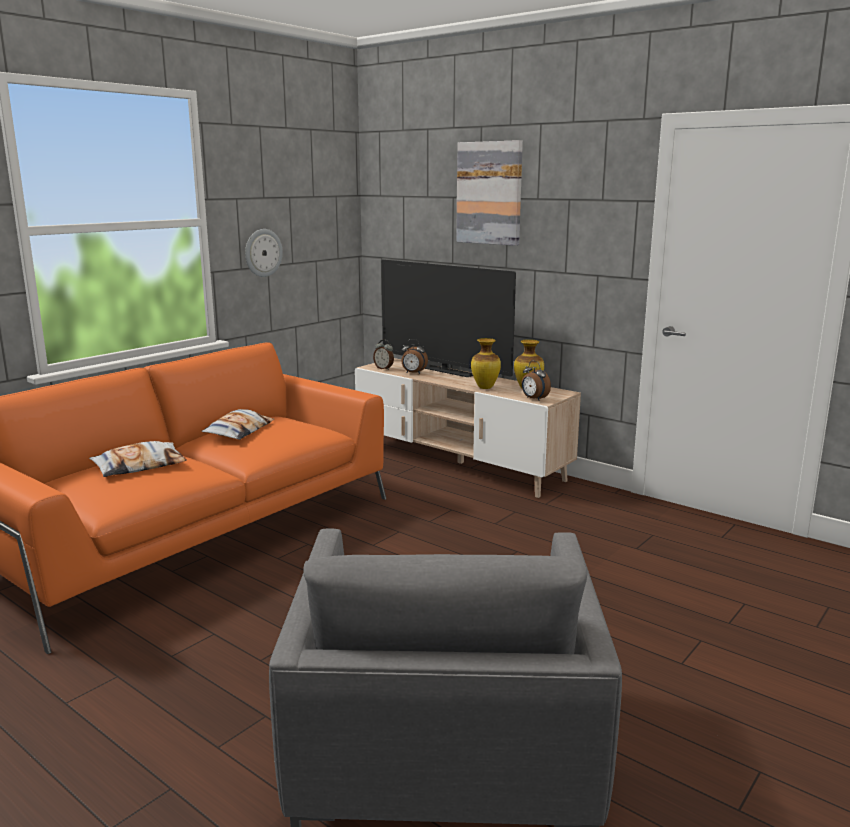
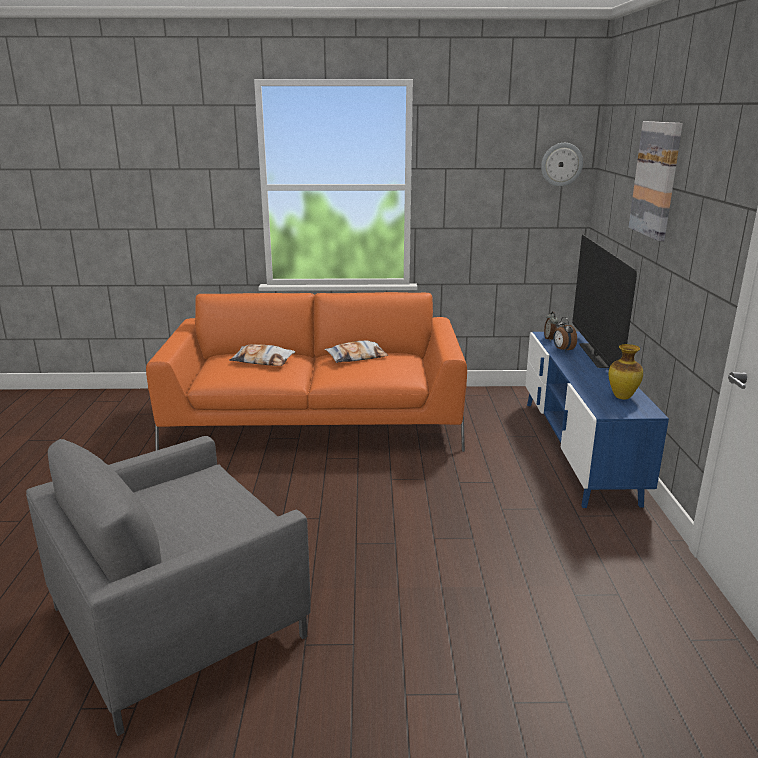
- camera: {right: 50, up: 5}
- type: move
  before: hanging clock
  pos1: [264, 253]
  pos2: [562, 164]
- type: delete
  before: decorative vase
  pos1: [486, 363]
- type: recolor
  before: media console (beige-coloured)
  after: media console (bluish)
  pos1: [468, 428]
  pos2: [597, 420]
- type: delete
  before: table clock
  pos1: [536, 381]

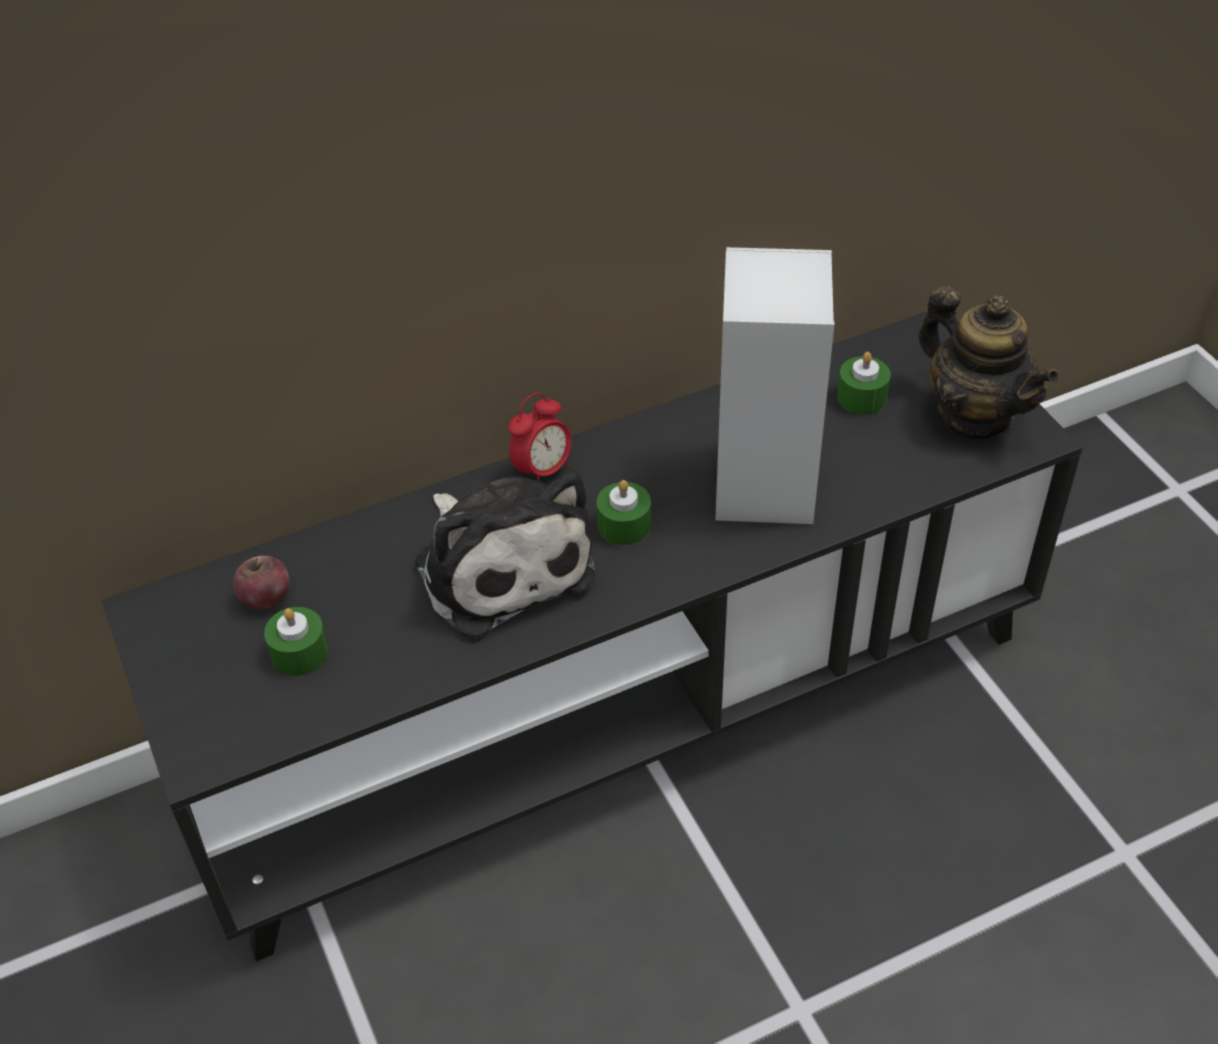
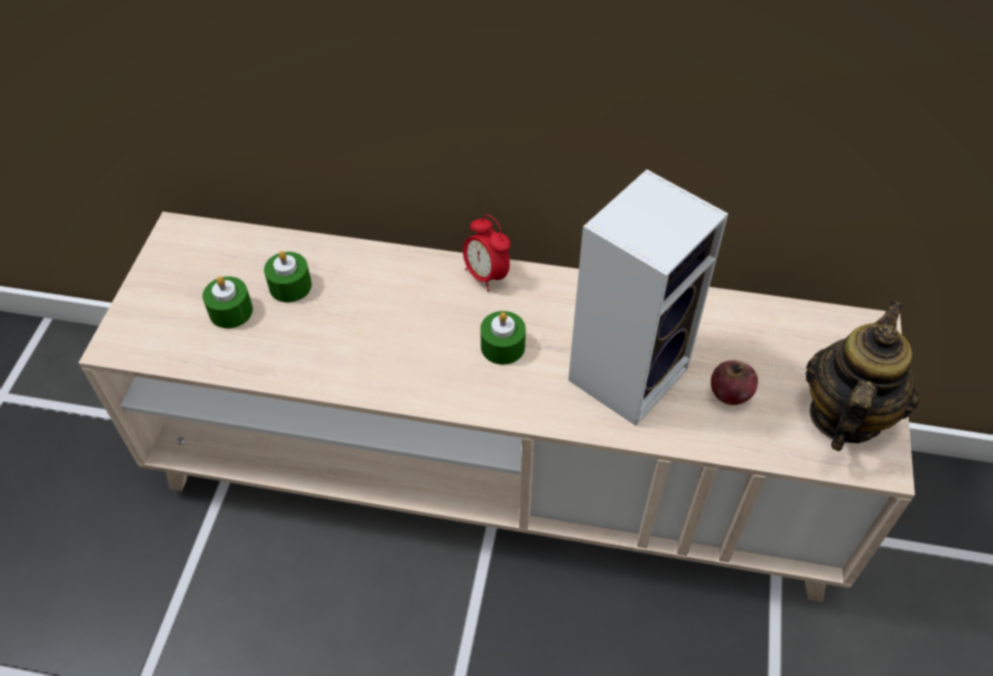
- camera: {right: 35, up: 5}
- type: rotate
  before: teapot
  pos1: [989, 362]
  pos2: [862, 375]
  turn: -150
- type: recolor
  before: media console (blackish)
  after: media console (beige-coloured)
  pos1: [592, 636]
  pos2: [497, 407]
- type: move
  before: wax light (green)
  pos1: [864, 383]
  pos2: [288, 276]
- type: rotate
  before: table clock
  pos1: [539, 437]
  pos2: [487, 253]
  turn: 60
- type: delete
  before: soft toy
  pos1: [505, 555]
- type: move
  before: apple
  pos1: [261, 583]
  pos2: [734, 382]

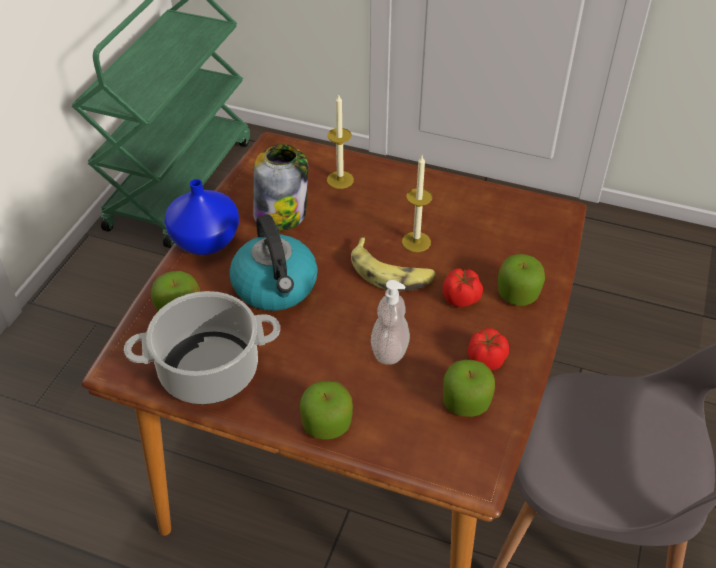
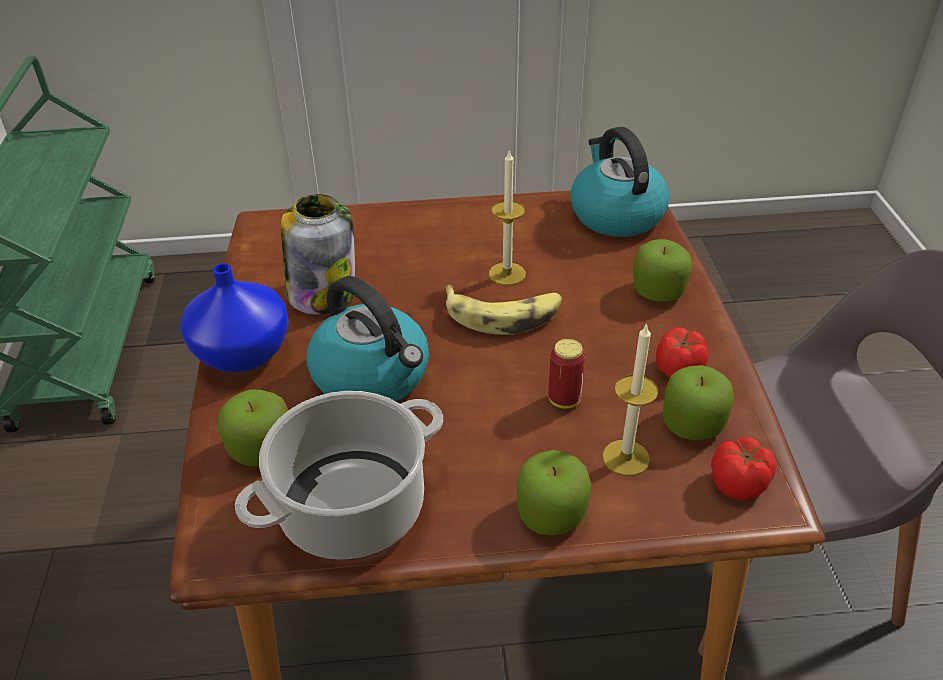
- camera: {right: -25, up: -5}
- type: move
  before: wax light
  pos1: [340, 142]
  pos2: [630, 399]
- type: move
  before: fresh tomato
  pos1: [463, 287]
  pos2: [743, 468]
- type: replace
  before: liquid soap bottle
  after: metal can
  pos1: [390, 322]
  pos2: [566, 374]
- type: insert
  after: tea kettle
  pos2: [620, 182]

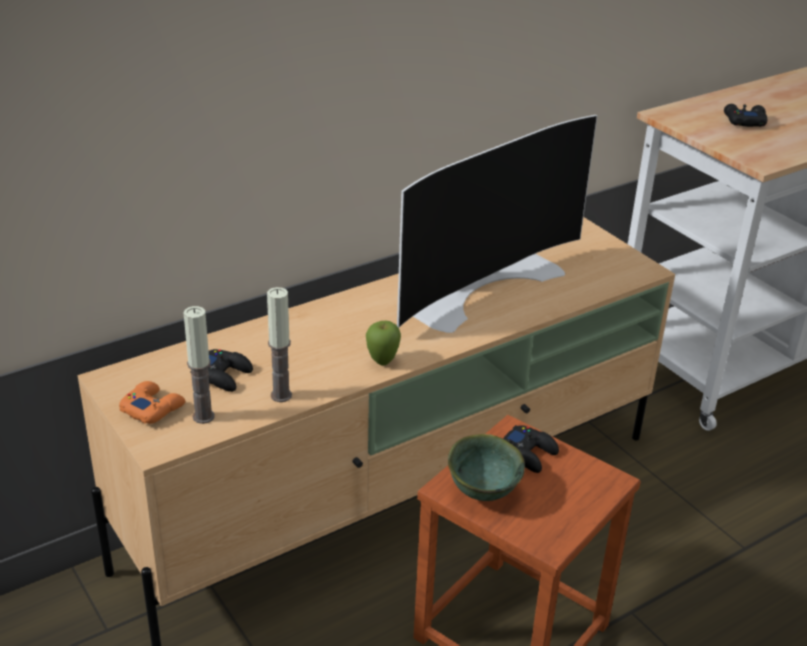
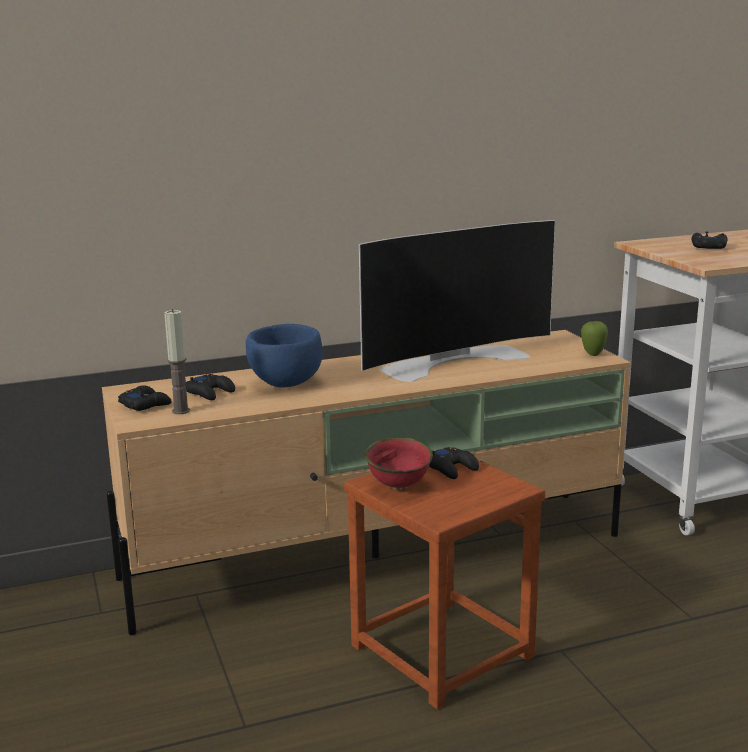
- camera: {right: 15, up: -15}
- type: delete
  before: wax light
  pos1: [279, 344]
- type: move
  before: apple
  pos1: [383, 343]
  pos2: [594, 338]
- type: recolor
  before: gamepad (orange)
  after: gamepad (blackish)
  pos1: [152, 402]
  pos2: [145, 398]
- type: recolor
  before: serving bowl (green)
  after: serving bowl (red)
  pos1: [486, 467]
  pos2: [399, 464]
- type: insert
  after: serving bowl (bluish)
  pos2: [284, 356]

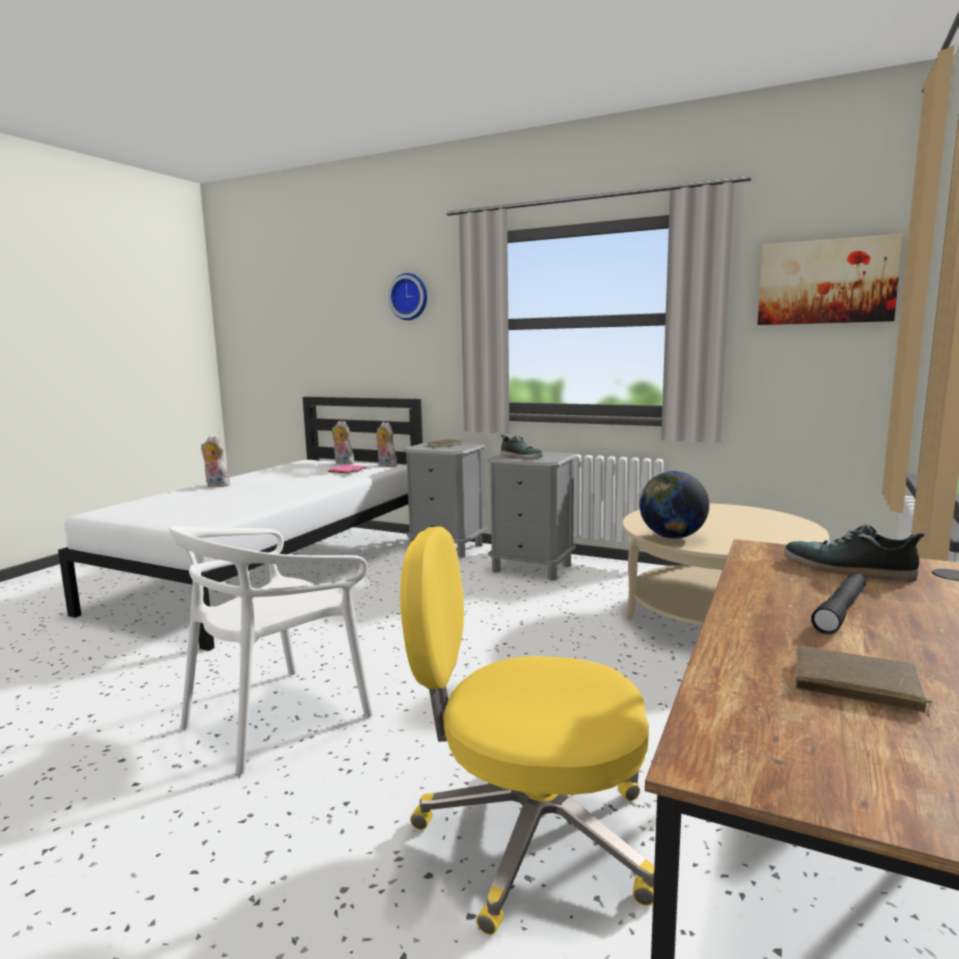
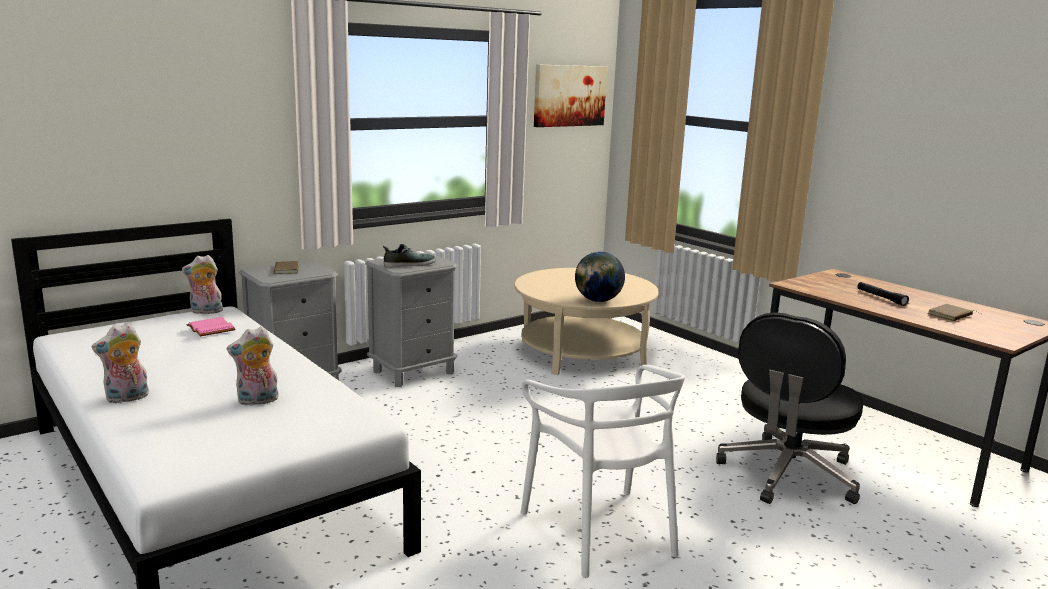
- camera: {right: -65, up: 5}
- type: delete
  before: hanging clock
  pos1: [407, 296]
- type: move
  before: soft toy
  pos1: [343, 443]
  pos2: [253, 366]
- type: delete
  before: item of footwear
  pos1: [854, 552]
- type: recolor
  before: office chair (yellowish)
  after: office chair (blackish)
  pos1: [527, 730]
  pos2: [789, 408]

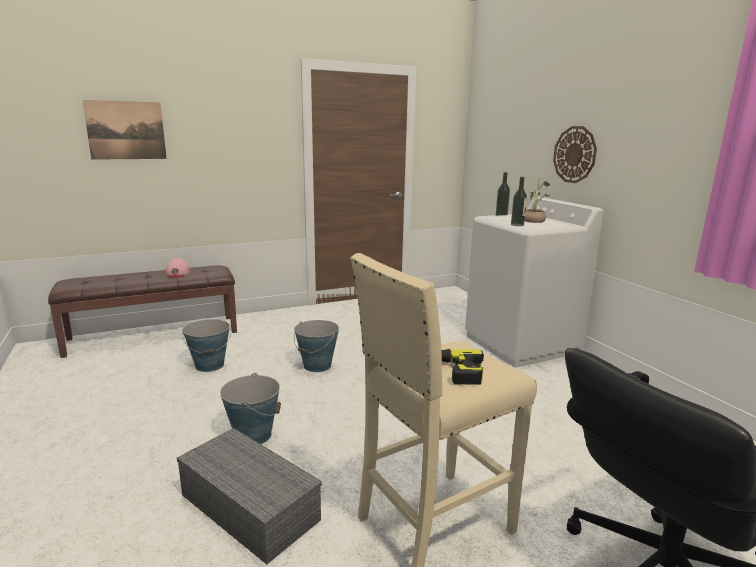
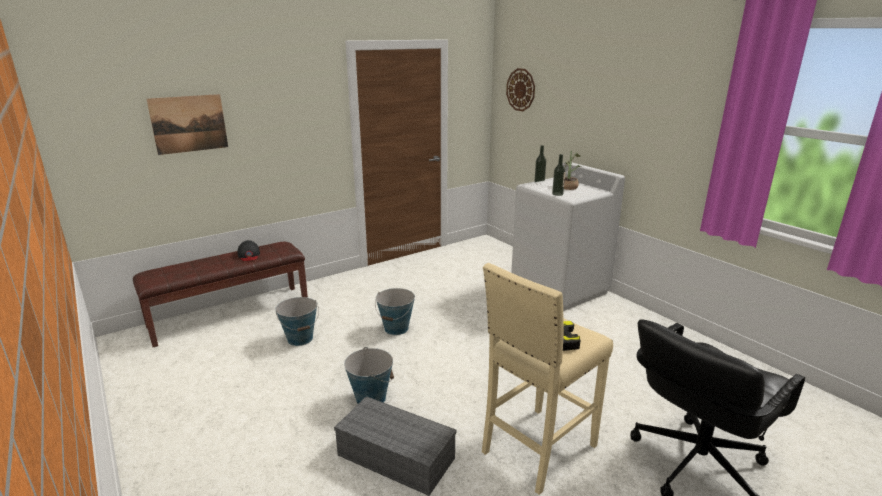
- camera: {right: -10, up: 5}
- type: move
  before: hanging clock
  pos1: [575, 154]
  pos2: [520, 89]
- type: recolor
  before: baseball cap (pink-coloured)
  after: baseball cap (blackish)
  pos1: [177, 268]
  pos2: [249, 250]

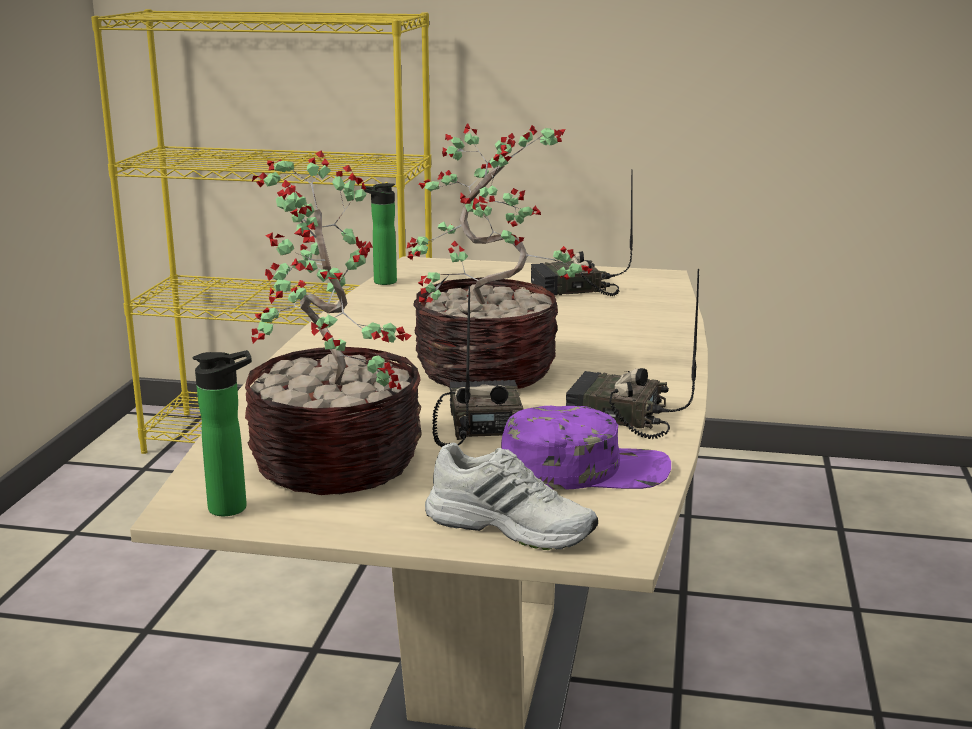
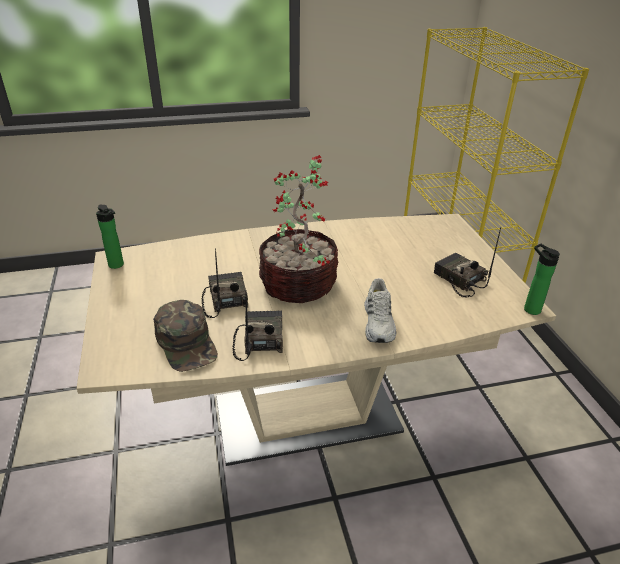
- camera: {right: 65, up: 15}
- type: delete
  before: houseplant
  pos1: [333, 323]
- type: move
  before: drink bottle
  pos1: [379, 234]
  pos2: [542, 279]
- type: rotate
  before: radio set
  pos1: [478, 366]
  pos2: [225, 283]
  turn: -75
- type: recolor
  before: baseball cap (purplish)
  after: baseball cap (green)
  pos1: [586, 448]
  pos2: [185, 336]
- type: move
  before: item of footwear (white-coloured)
  pos1: [511, 496]
  pos2: [380, 310]

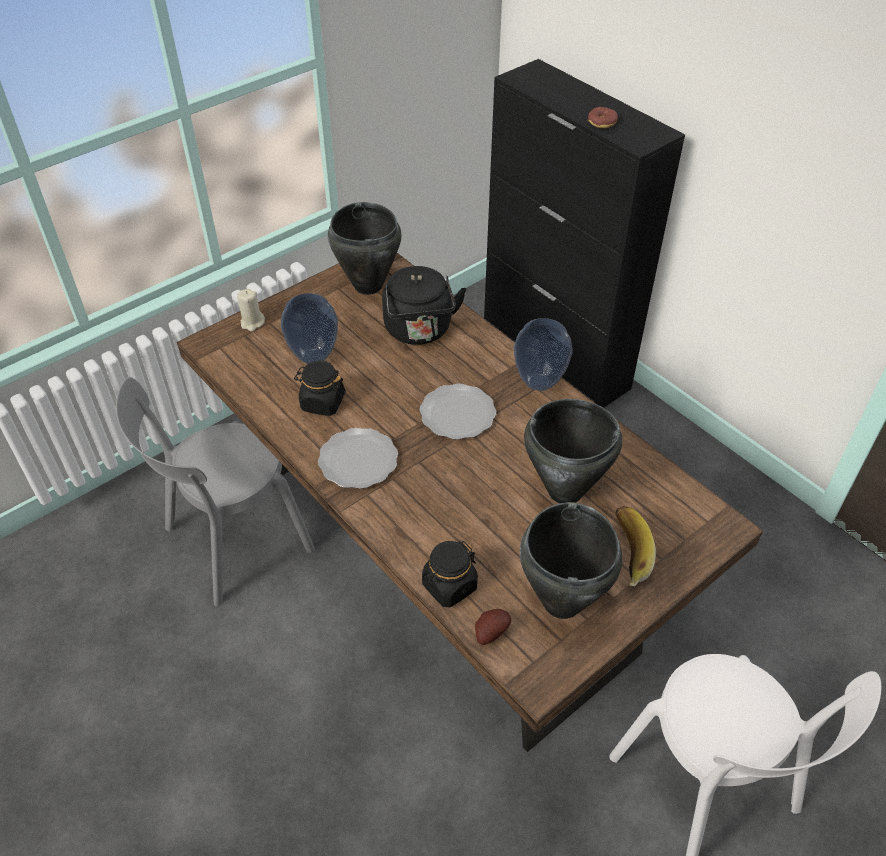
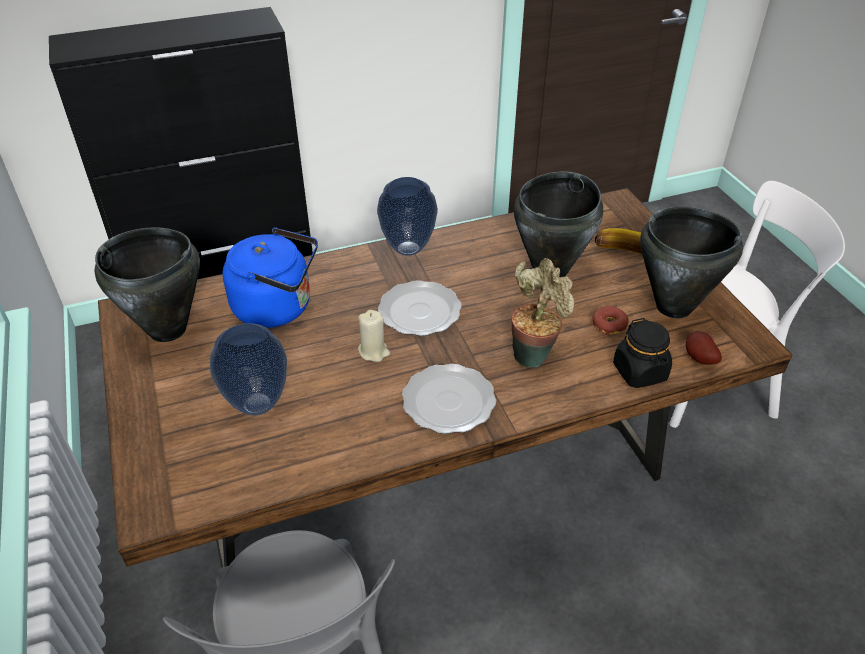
- camera: {right: -70, up: -5}
- type: move
  before: donut
  pos1: [602, 117]
  pos2: [611, 320]
- type: recolor
  before: tea kettle (blackish)
  after: tea kettle (bluish)
  pos1: [424, 305]
  pos2: [270, 277]
- type: move
  before: wax light (beige-coloured)
  pos1: [251, 310]
  pos2: [374, 336]
- type: delete
  before: storage jar (blackish)
  pos1: [320, 388]
- type: insert
  after: houseplant
  pos2: [543, 312]

